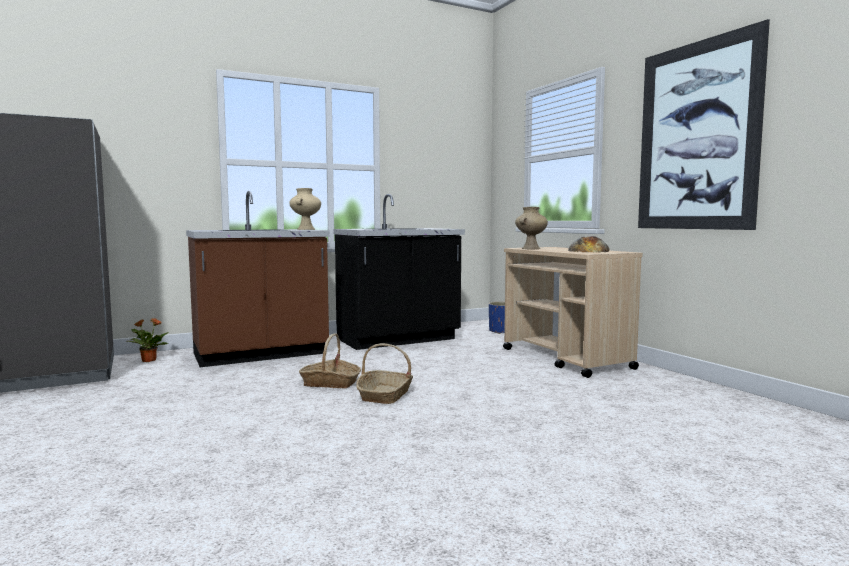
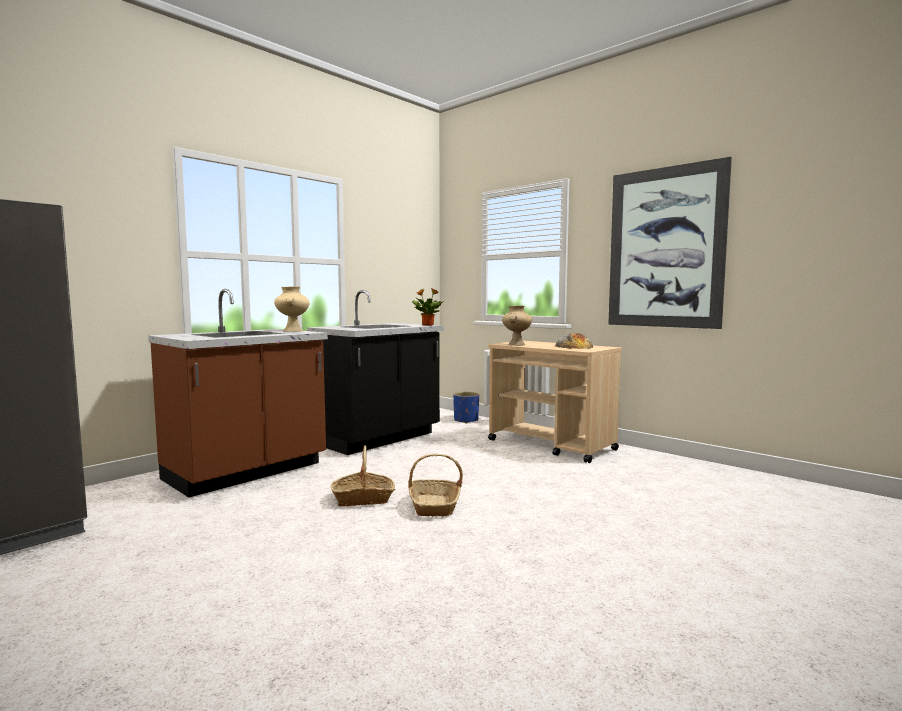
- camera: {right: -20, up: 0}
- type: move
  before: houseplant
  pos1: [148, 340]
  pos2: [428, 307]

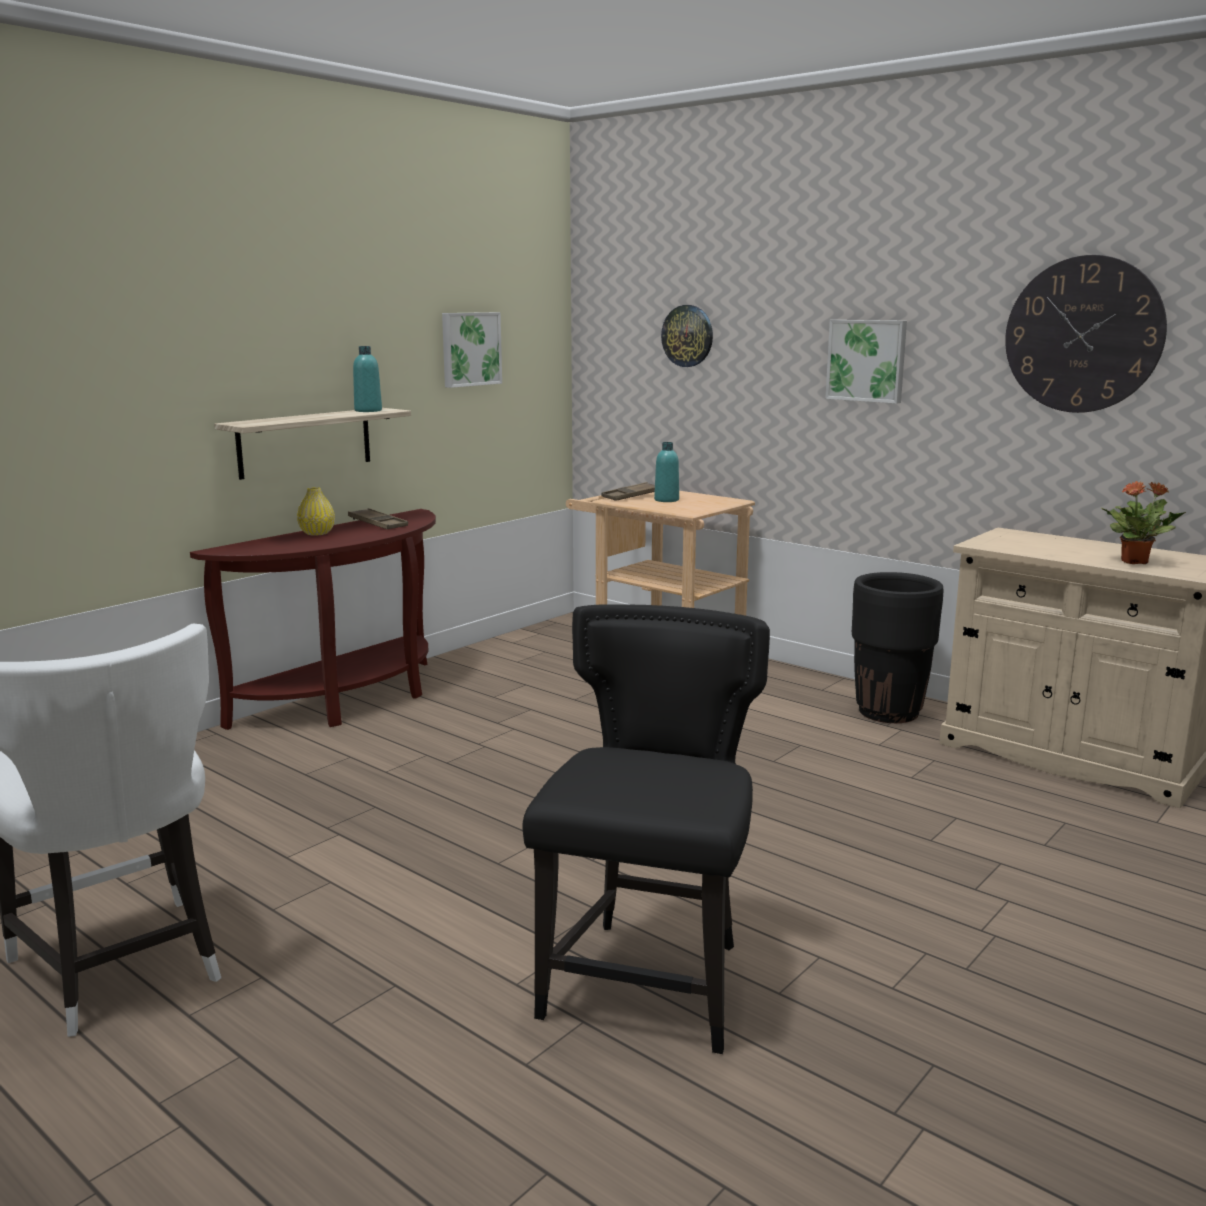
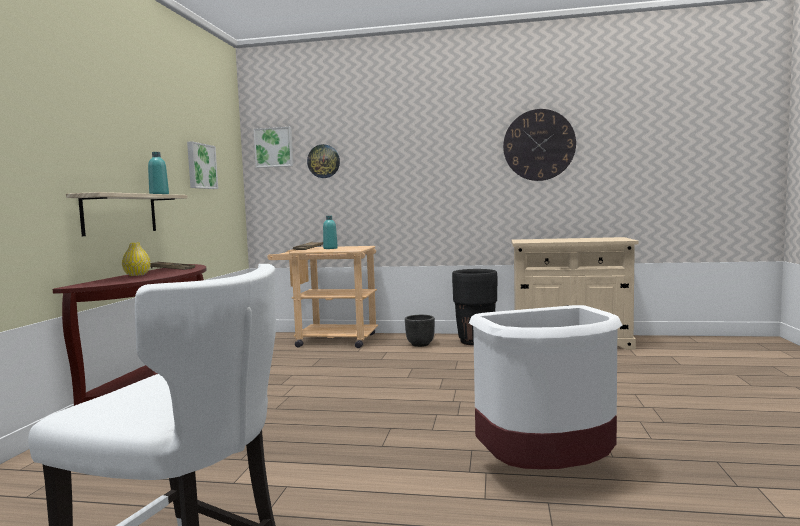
- camera: {right: -30, up: -10}
- type: move
  before: picture
  pos1: [866, 362]
  pos2: [273, 147]
- type: delete
  before: houseplant
  pos1: [1143, 522]
- type: replace
  before: upright chair (blackish)
  after: trash can (white-coloured)
  pos1: [646, 829]
  pos2: [546, 387]
- type: insert
  after: flower pot (blackish)
  pos2: [420, 331]

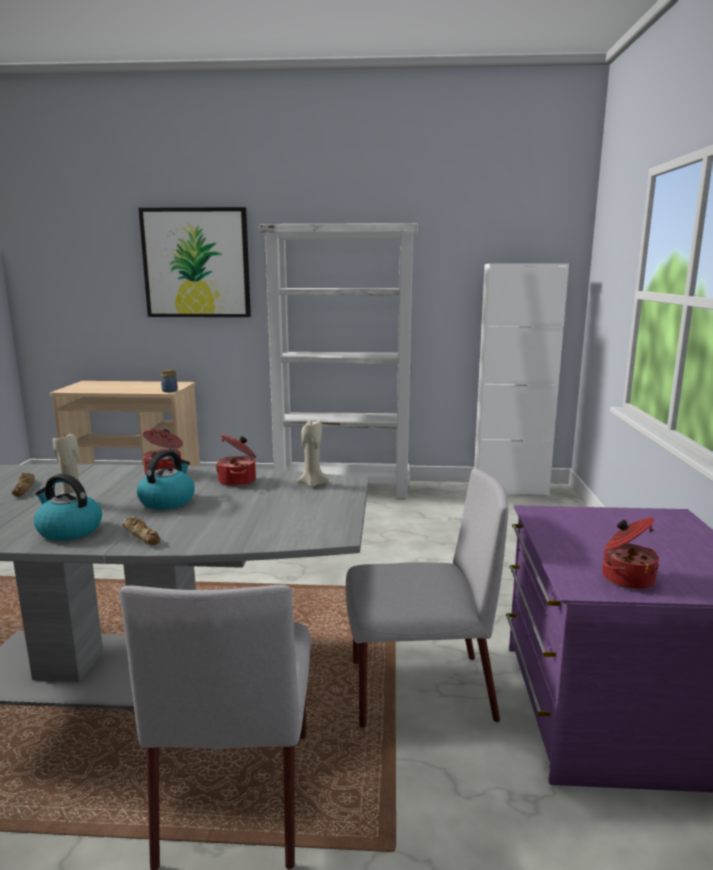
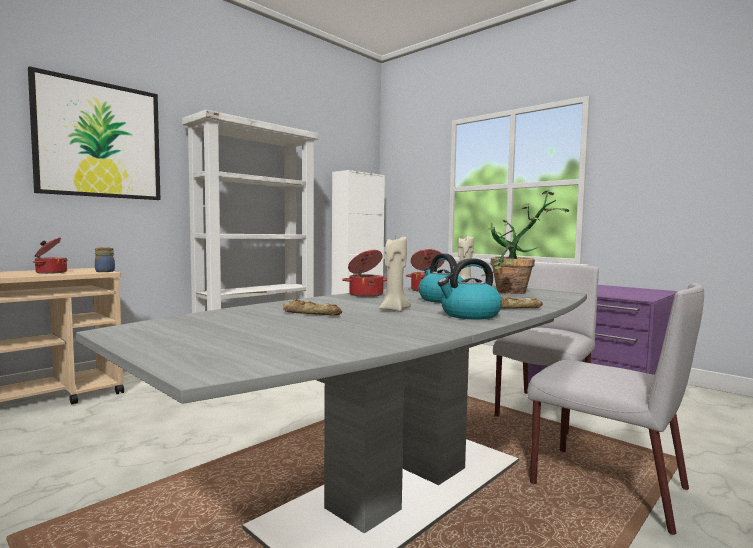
- camera: {right: -50, up: -10}
- type: move
  before: saucepot
  pos1: [630, 553]
  pos2: [50, 256]
- type: insert
  after: houseplant
  pos2: [525, 242]

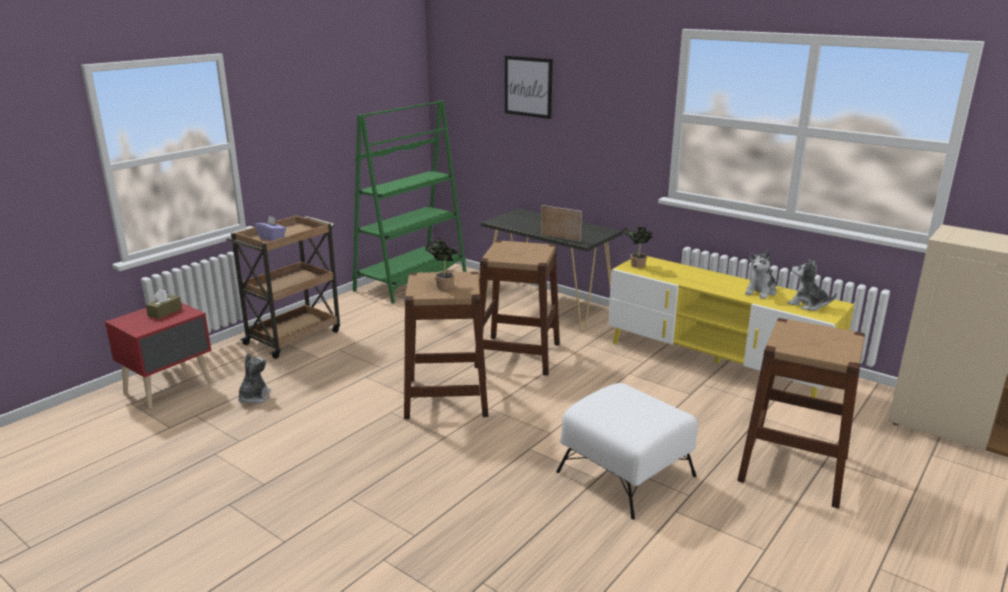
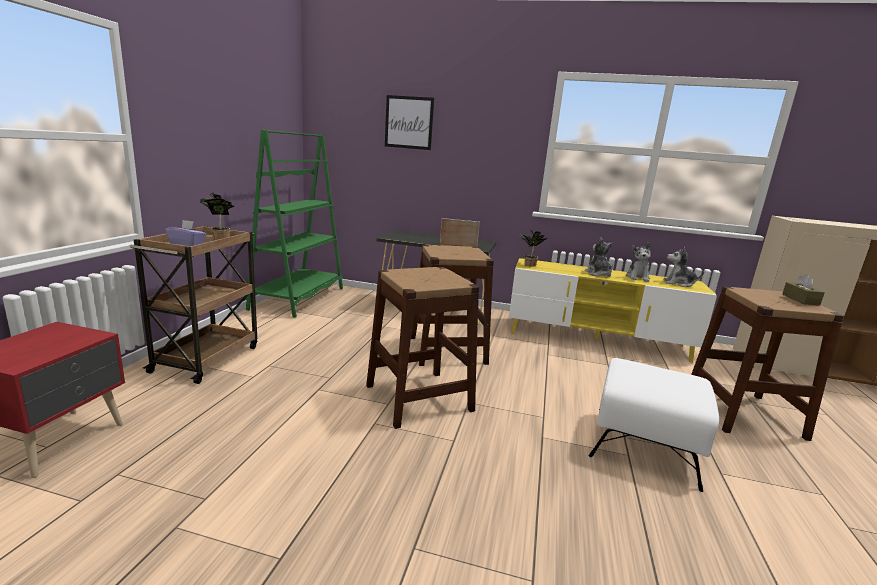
- camera: {right: -25, up: -5}
- type: move
  before: houseplant
  pos1: [442, 263]
  pos2: [217, 216]
- type: move
  before: tissue holder (brown-coloured)
  pos1: [164, 304]
  pos2: [803, 290]
- type: move
  before: soft toy
  pos1: [254, 378]
  pos2: [598, 257]

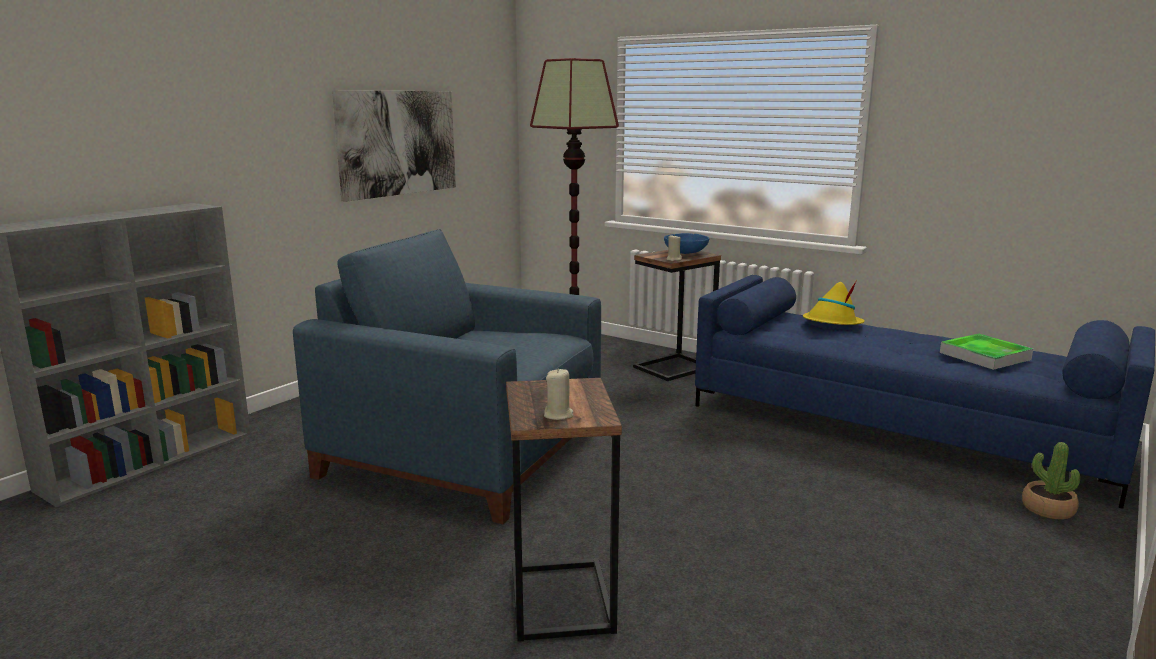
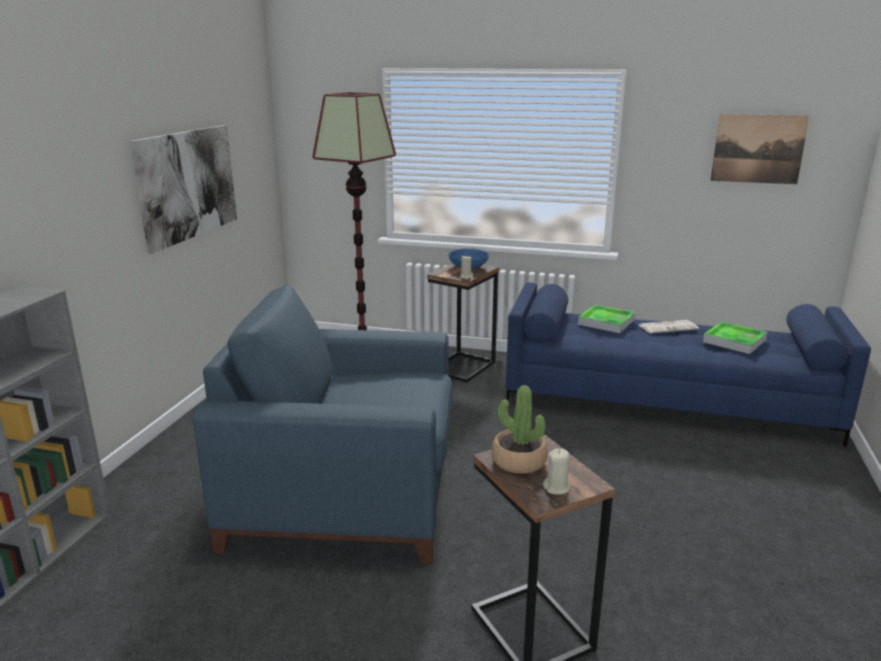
- camera: {right: -20, up: 5}
- type: replace
  before: clothing hat (yellowish)
  after: serving tray
  pos1: [834, 302]
  pos2: [606, 319]
- type: move
  before: houseplant
  pos1: [1051, 480]
  pos2: [520, 429]
- type: insert
  after: picture
  pos2: [760, 149]
- type: insert
  after: newspaper
  pos2: [669, 327]

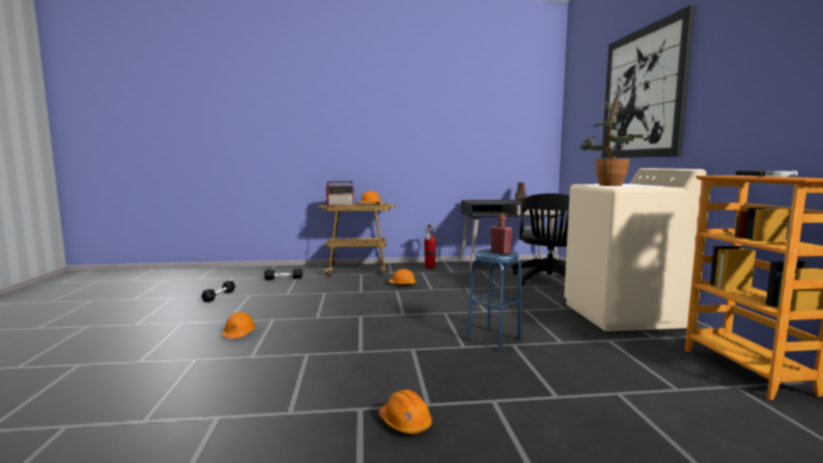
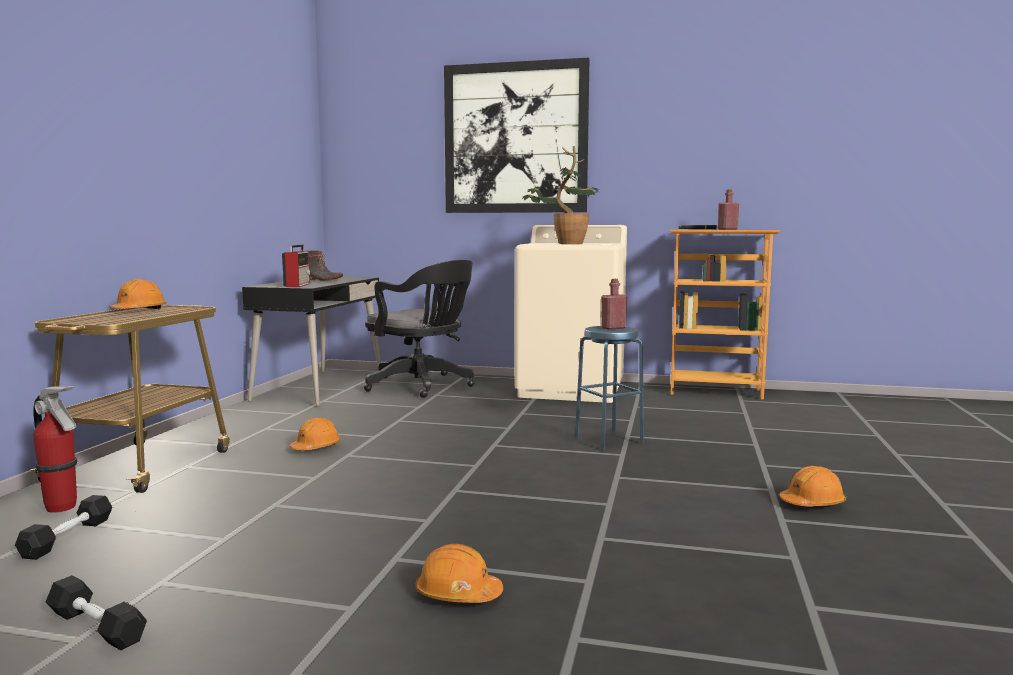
- camera: {right: -70, up: 0}
- type: move
  before: radio set
  pos1: [340, 193]
  pos2: [296, 266]
- type: move
  before: fire-fighting cylinder
  pos1: [430, 246]
  pos2: [55, 449]
- type: insert
  after: drink bottle (red)
  pos2: [728, 209]

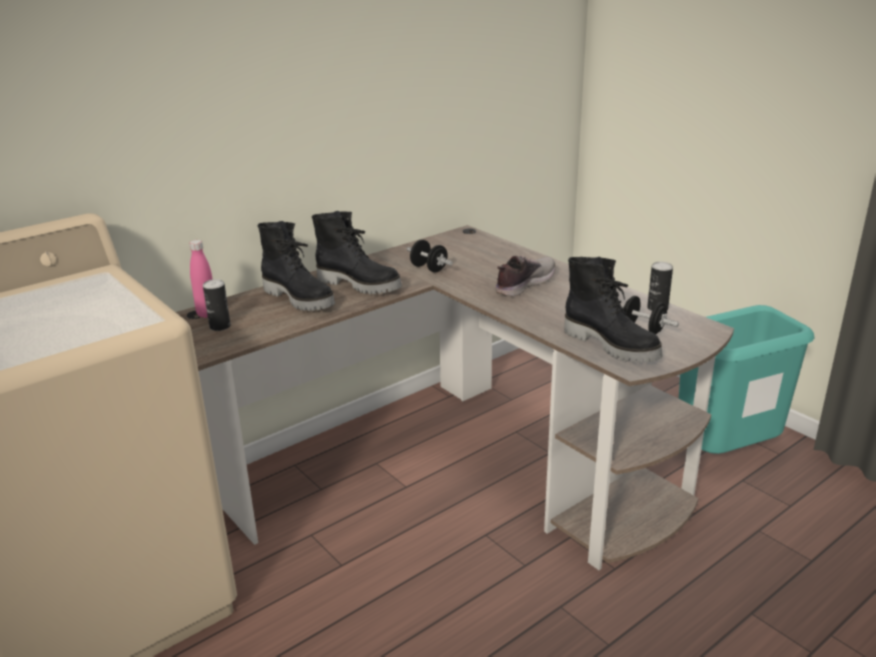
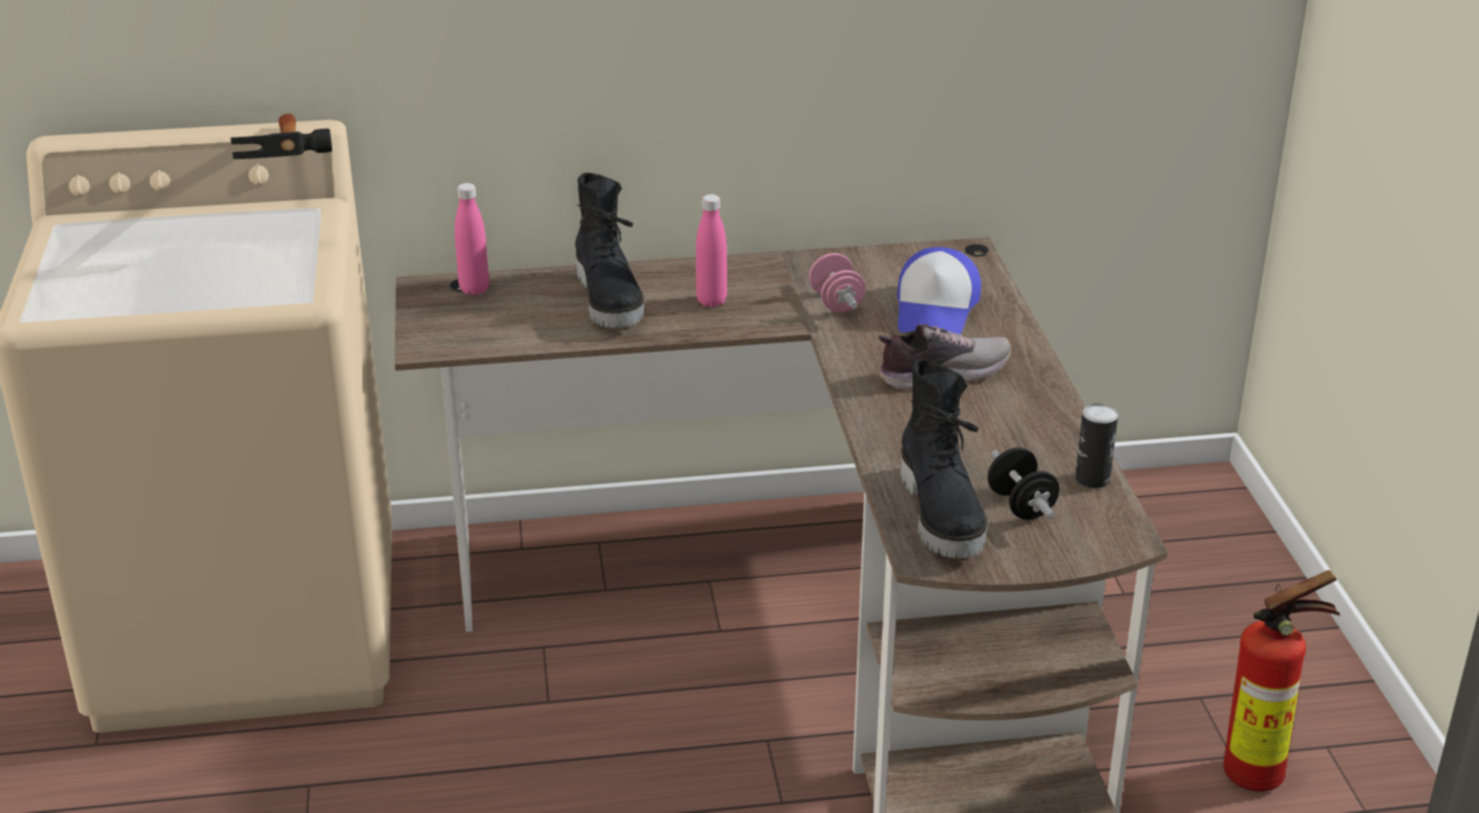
- camera: {right: 30, up: 5}
- type: replace
  before: high-top boot (blackish)
  after: drink bottle (pink-coloured)
  pos1: [357, 252]
  pos2: [711, 250]
- type: recolor
  before: dumbbell (blackish)
  after: dumbbell (pink-coloured)
  pos1: [430, 256]
  pos2: [837, 283]
- type: delete
  before: metal can
  pos1: [217, 305]
- type: replace
  before: trash can (blue-green)
  after: fire-fighting cylinder
  pos1: [746, 379]
  pos2: [1281, 680]
- type: insert
  after: tool hammer
  pos2: [281, 136]
- type: insert
  after: baseball cap
  pos2: [939, 291]

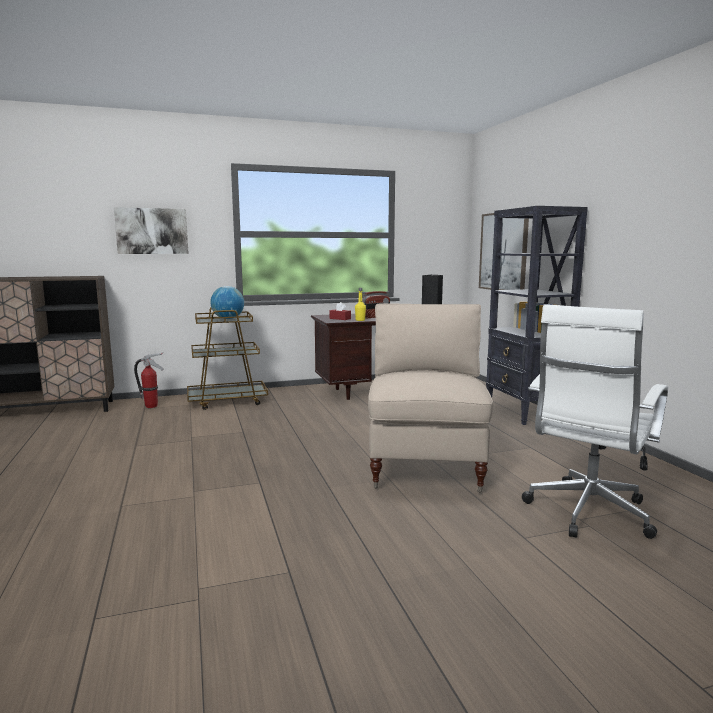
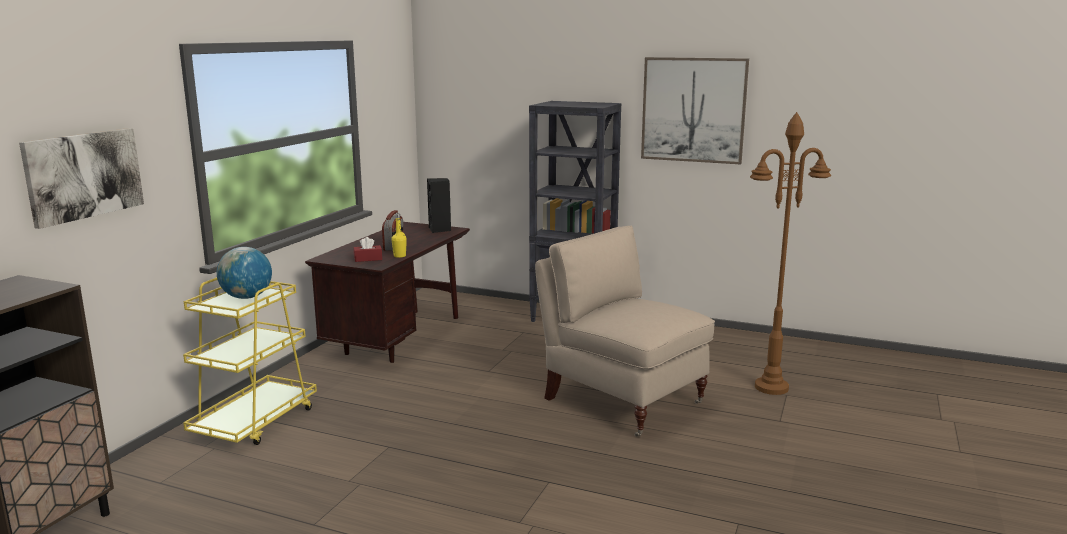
- camera: {right: -50, up: 5}
- type: move
  before: picture
  pos1: [504, 251]
  pos2: [695, 110]
- type: replace
  before: office chair (white-coloured)
  after: standing lamp (brown-coloured)
  pos1: [595, 421]
  pos2: [790, 253]
- type: recolor
  before: wheeled cart (brown-coloured)
  after: wheeled cart (yellowish)
  pos1: [227, 359]
  pos2: [250, 361]
- type: delete
  before: fire-fighting cylinder
  pos1: [149, 380]

